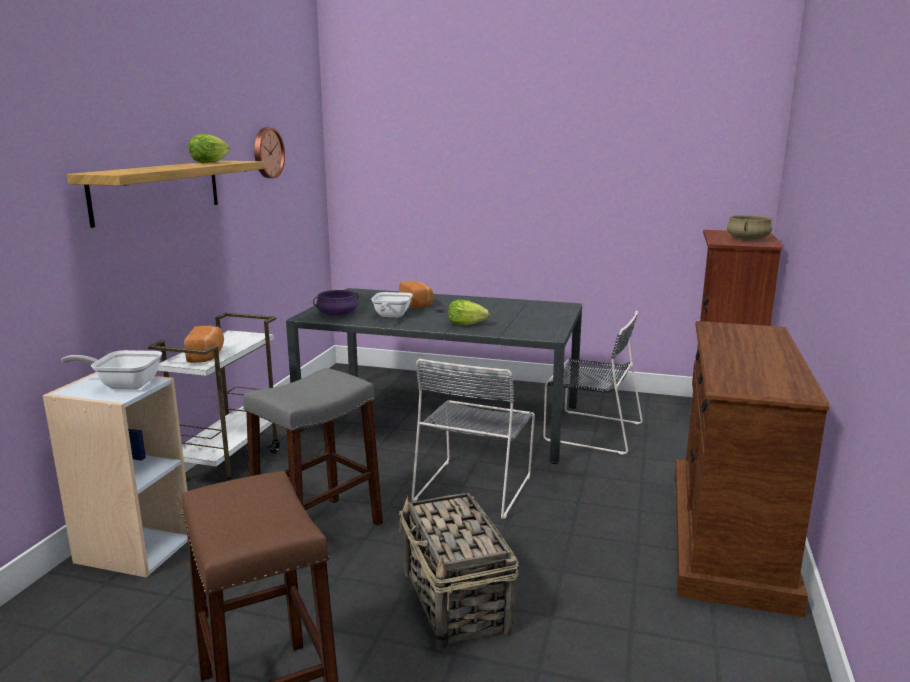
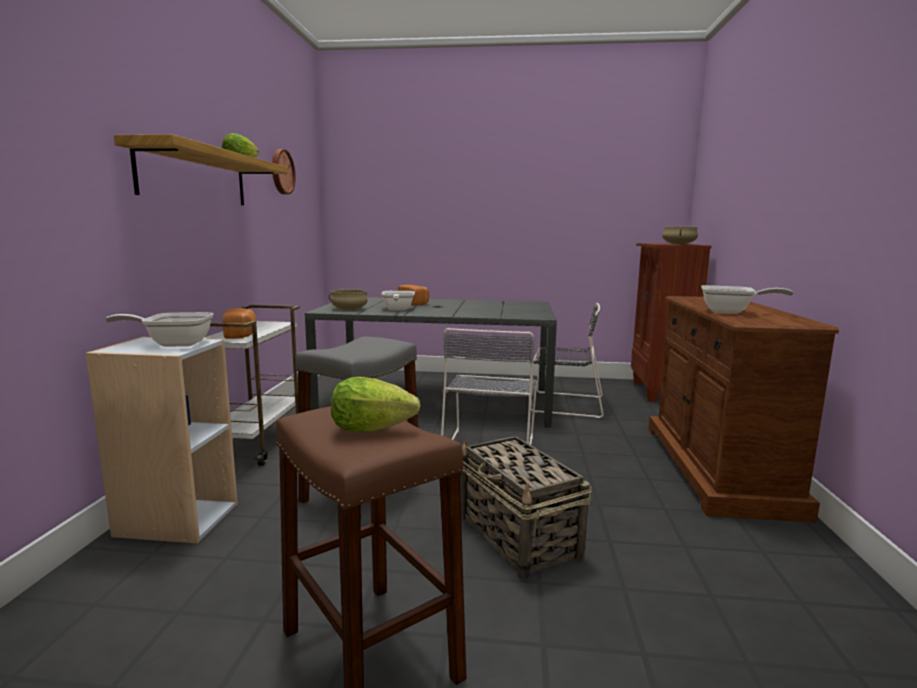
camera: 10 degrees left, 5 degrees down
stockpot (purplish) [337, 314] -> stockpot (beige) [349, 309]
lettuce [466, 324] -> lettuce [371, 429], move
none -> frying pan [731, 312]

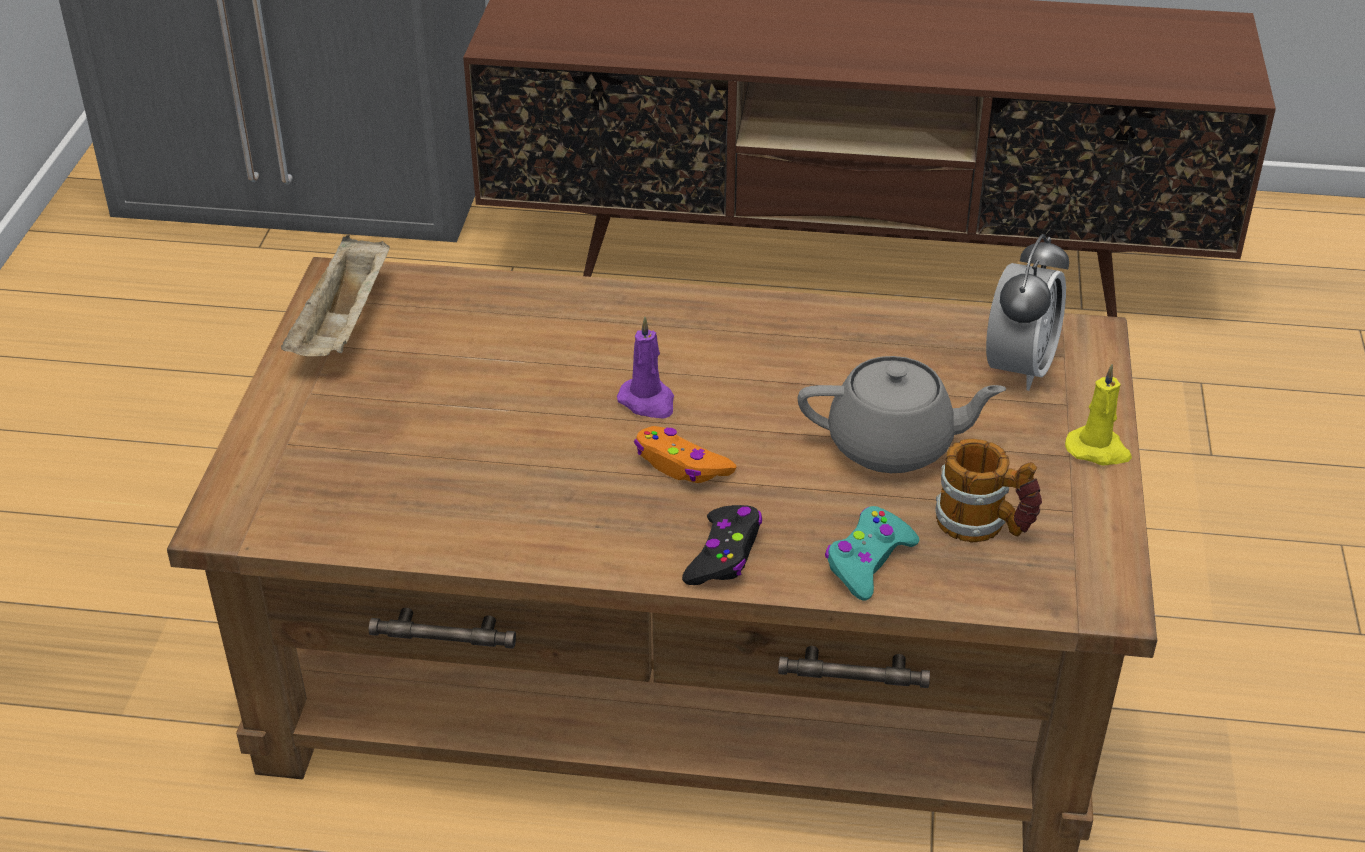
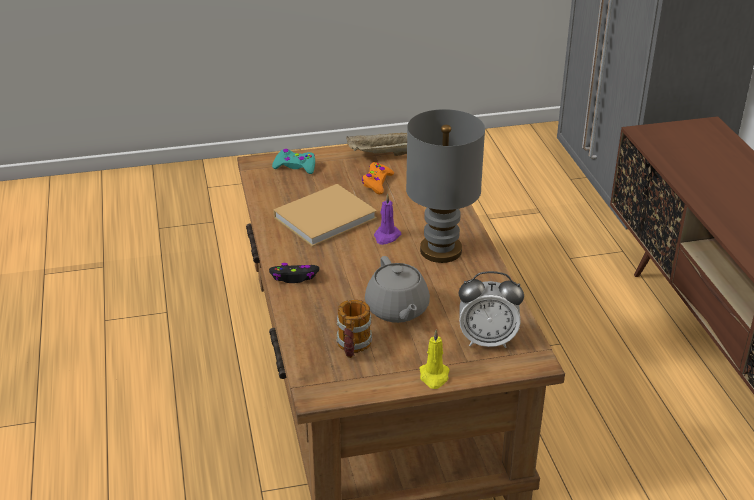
camera: 70 degrees right, 5 degrees down
game controller (orange) [681, 465] -> game controller (orange) [377, 183], move
game controller (turquoise) [868, 561] -> game controller (turquoise) [295, 166], move
none -> volume (beige) [327, 217]
none -> lamp for a table (grey) [441, 251]

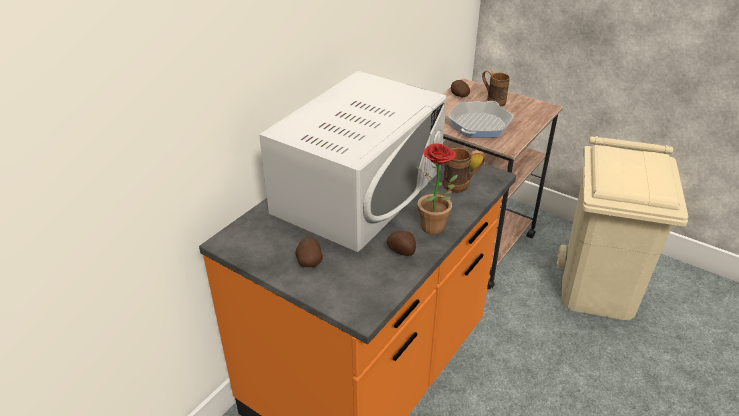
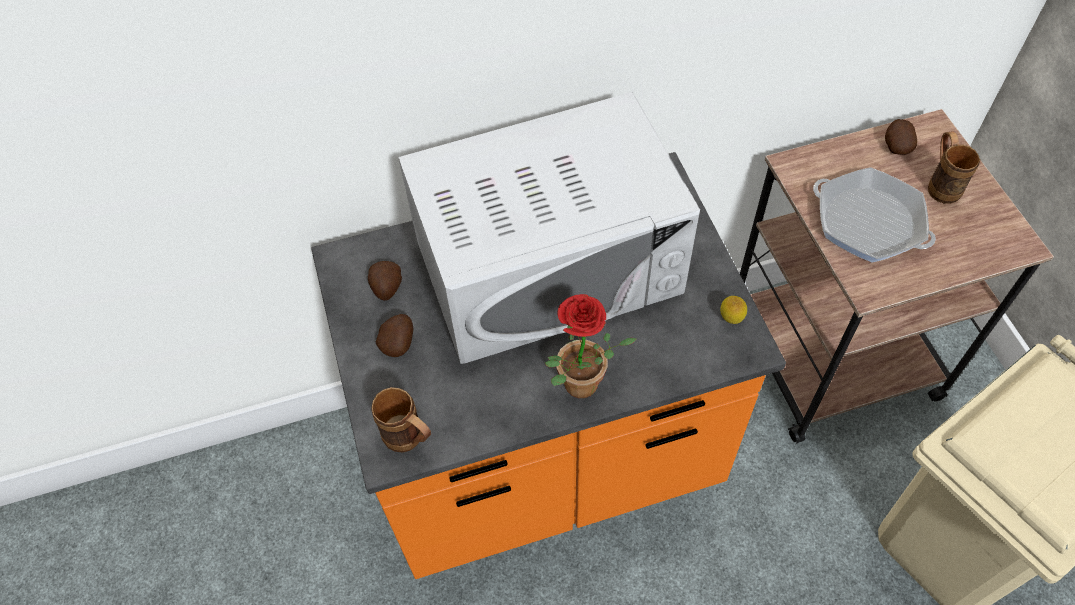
camera: 40 degrees right, 20 degrees up
potato [402, 251] -> potato [386, 288], move
tea mug (brownish) [462, 186] -> tea mug (brownish) [410, 440], move
frying pan [479, 124] -> frying pan [868, 222], 60 degrees clockwise

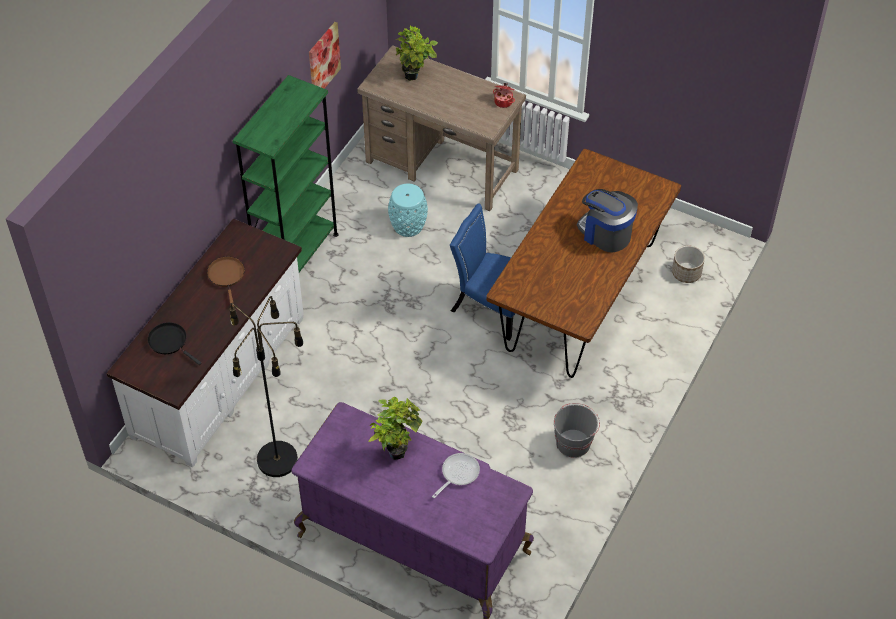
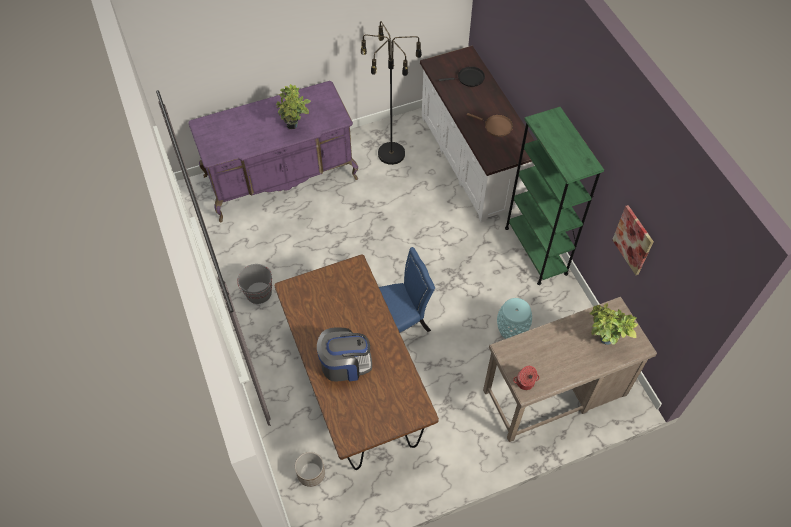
camera: 130 degrees right, 5 degrees up
frying pan [458, 474] -> none

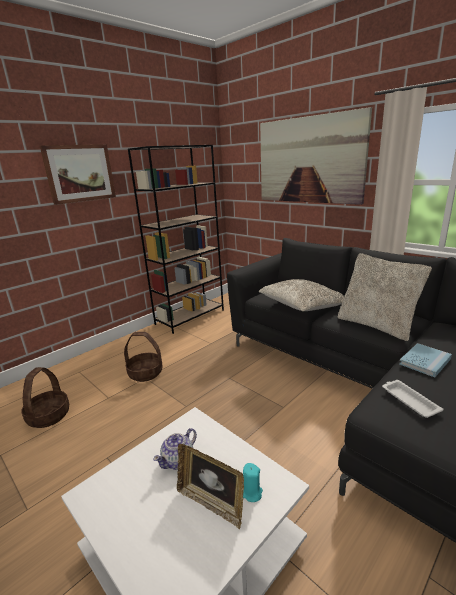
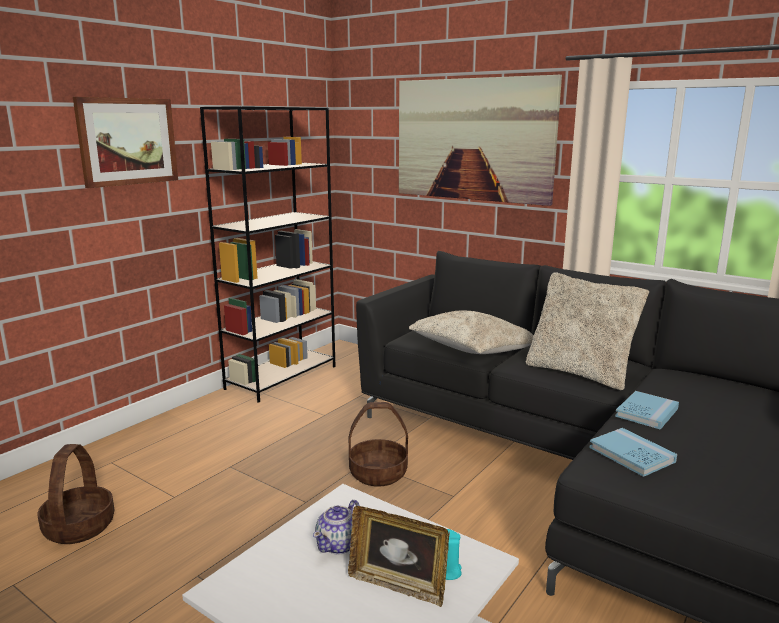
camera: 10 degrees left, 5 degrees down
basket [146, 373] -> basket [378, 473], move
serving tray (white-coloured) [409, 400] -> volume (blue) [631, 454]

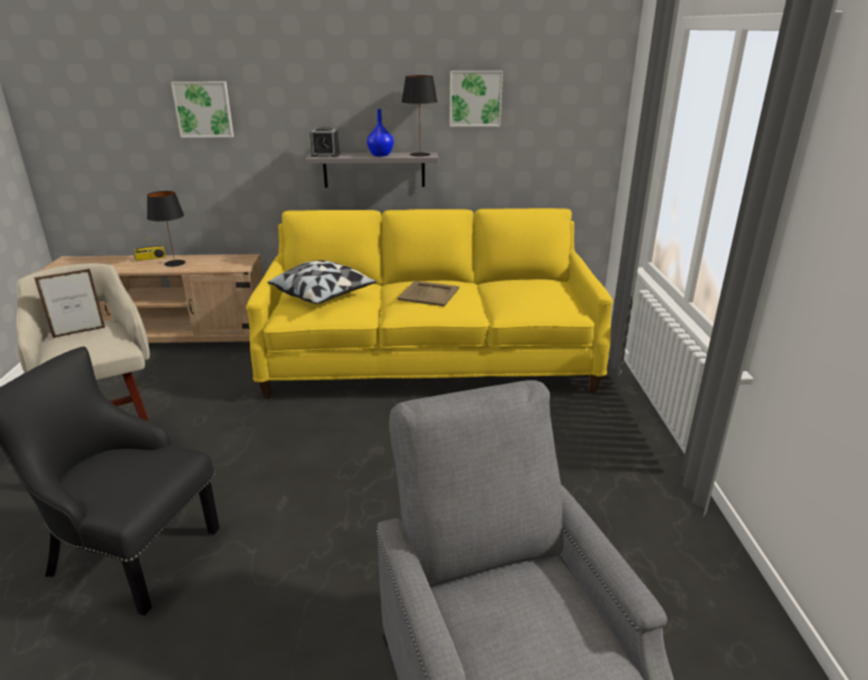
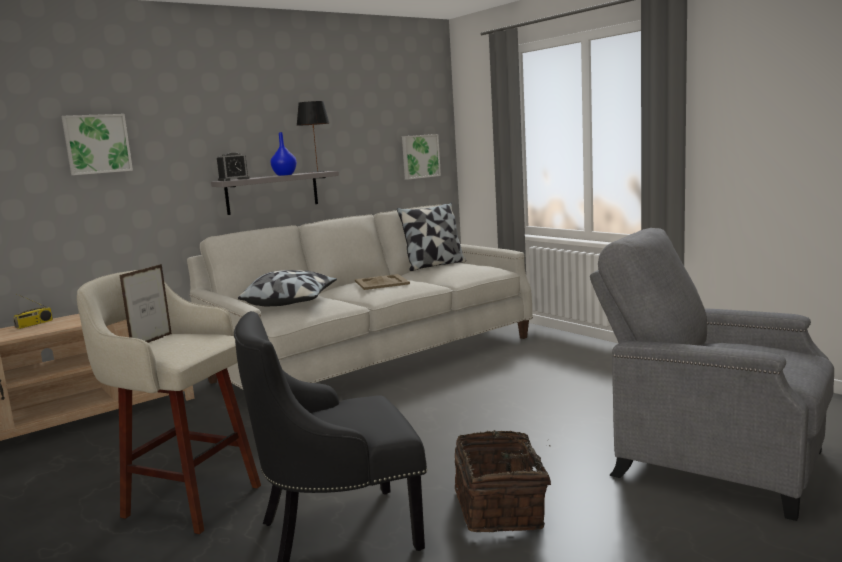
camera: 35 degrees left, 15 degrees down
lamp for a table (blackish) [174, 263] -> none
settee (yellow-coloured) [429, 359] -> settee (white-coloured) [374, 358]
wall picture [475, 98] -> wall picture [420, 156], move
none -> cushion [434, 265]
none -> basket [501, 507]

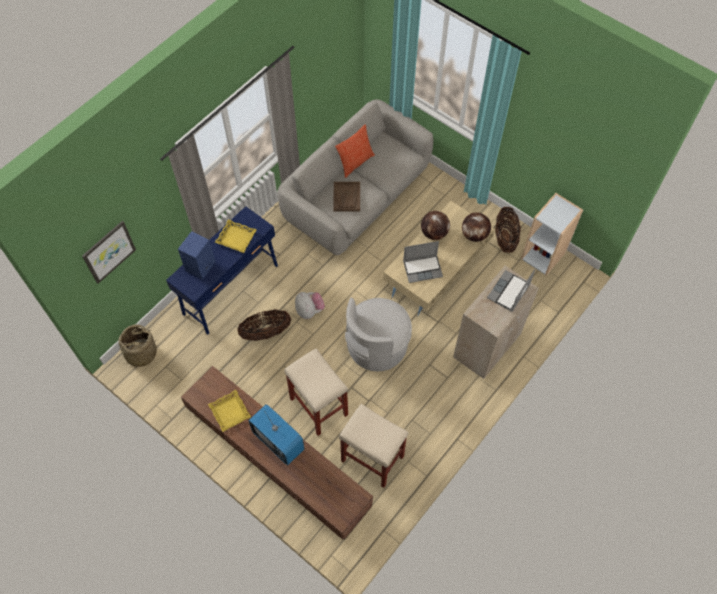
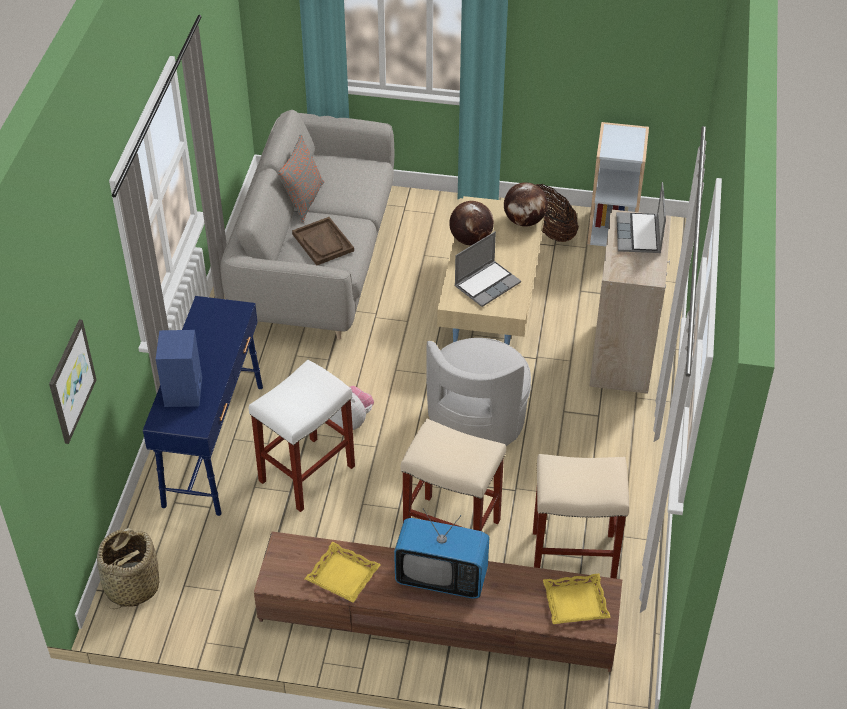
camera: 30 degrees left, 15 degrees down
serving tray (yellow-coloured) [236, 238] -> serving tray (yellow-coloured) [575, 603], move
basket [266, 332] -> stool seat (white-coloured) [306, 475]
cushion (orange) [355, 163] -> cushion (grey) [304, 201]

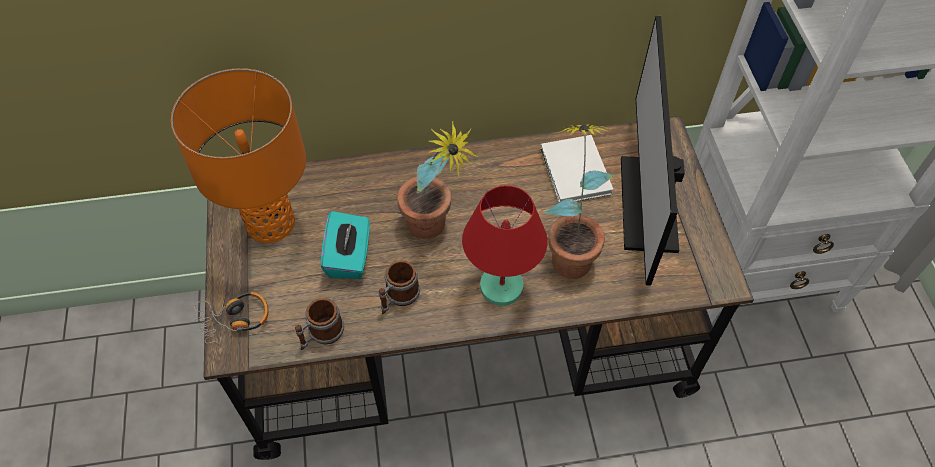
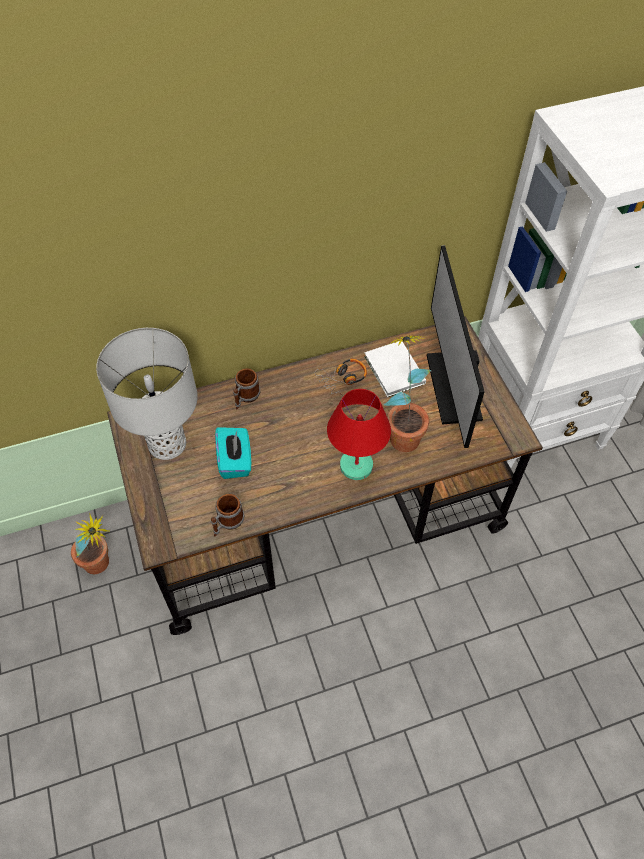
camera: 10 degrees left, 0 degrees up
lamp for a table (orange) [269, 223] -> lamp for a table (white-coloured) [166, 444]
headset [234, 320] -> headset [343, 379], move
tea mug [398, 298] -> tea mug [245, 397], move
houseplant [434, 230] -> houseplant [102, 567], move

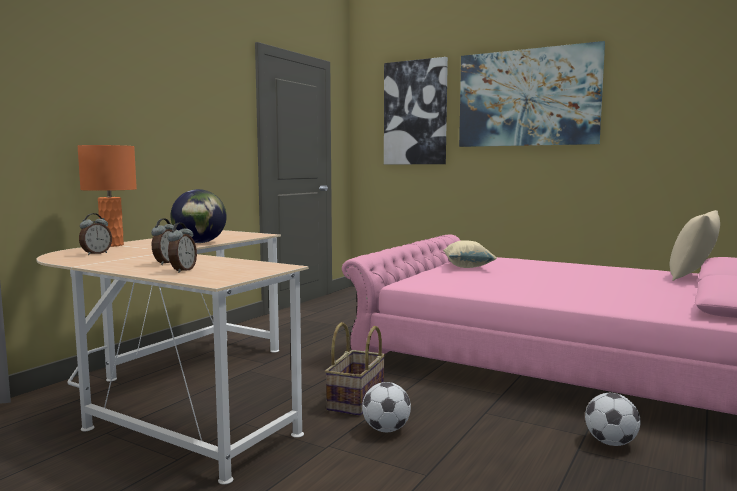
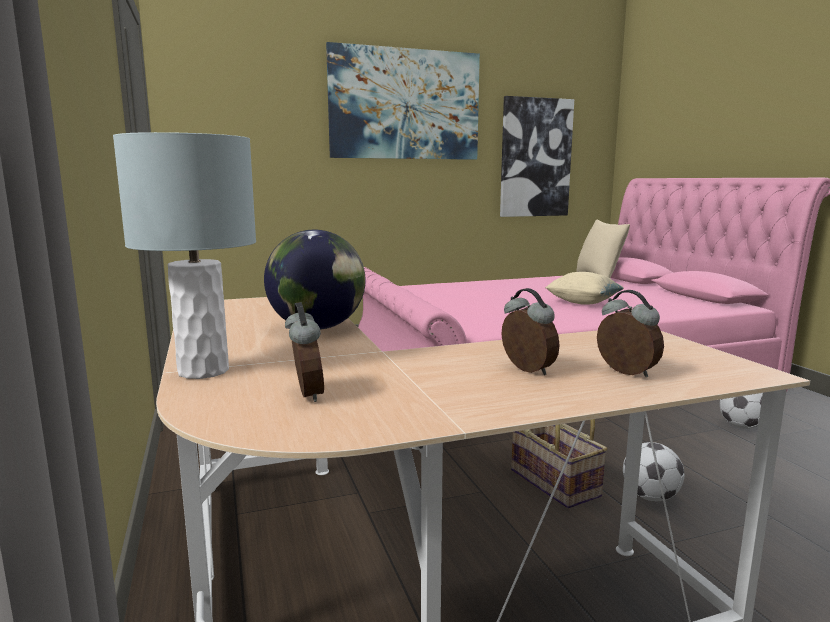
camera: 50 degrees left, 5 degrees up
lamp for a table (orange) [111, 245] -> lamp for a table (grey) [203, 371]
wall picture [415, 113] -> wall picture [535, 158], move
cushion (beige) [467, 267] -> cushion (beige) [583, 303], move

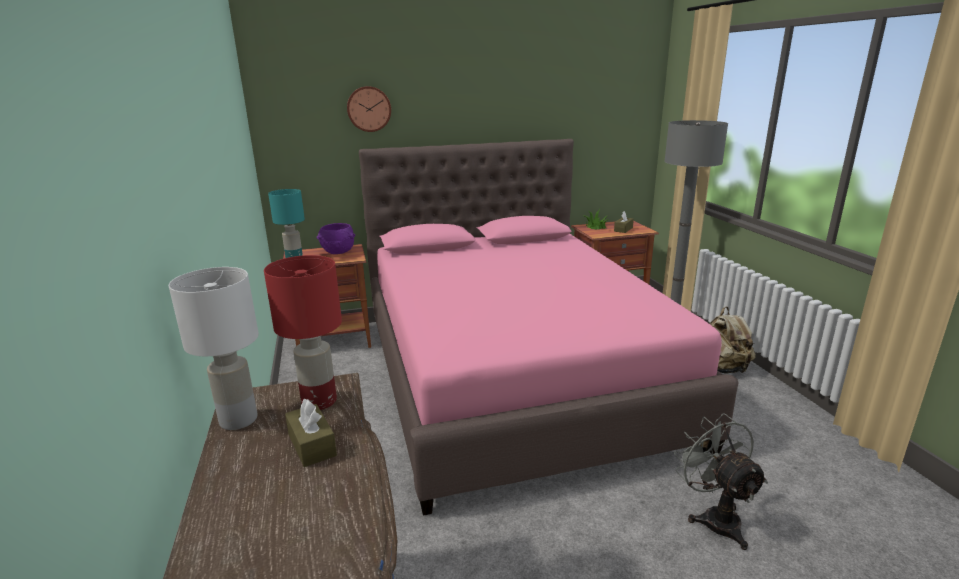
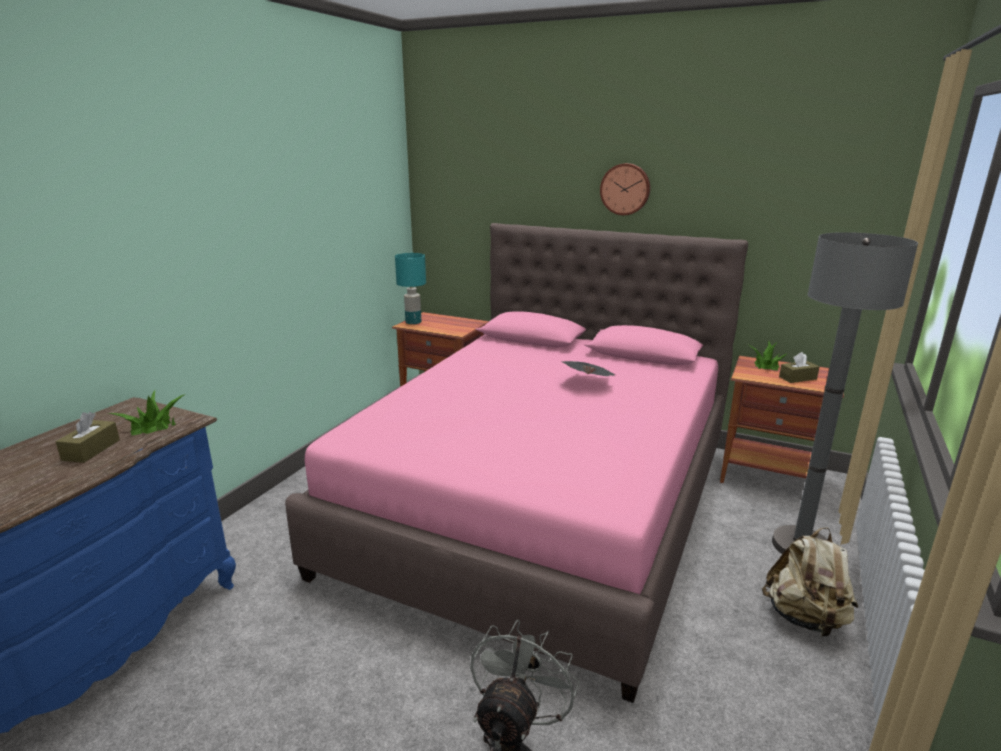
camera: 40 degrees right, 0 degrees up
lamp for a table (white-coloured) [239, 420] -> none
lamp for a table (red) [320, 401] -> houseplant [152, 425]
deep dish (purplish) [338, 252] -> none
clock on the wall [369, 109] -> clock on the wall [625, 189], move
none -> newspaper [588, 383]

